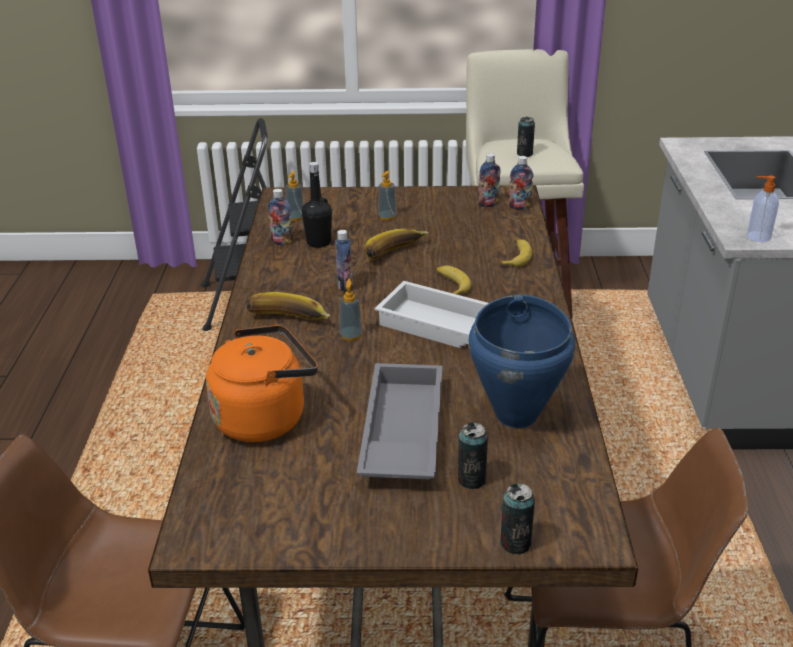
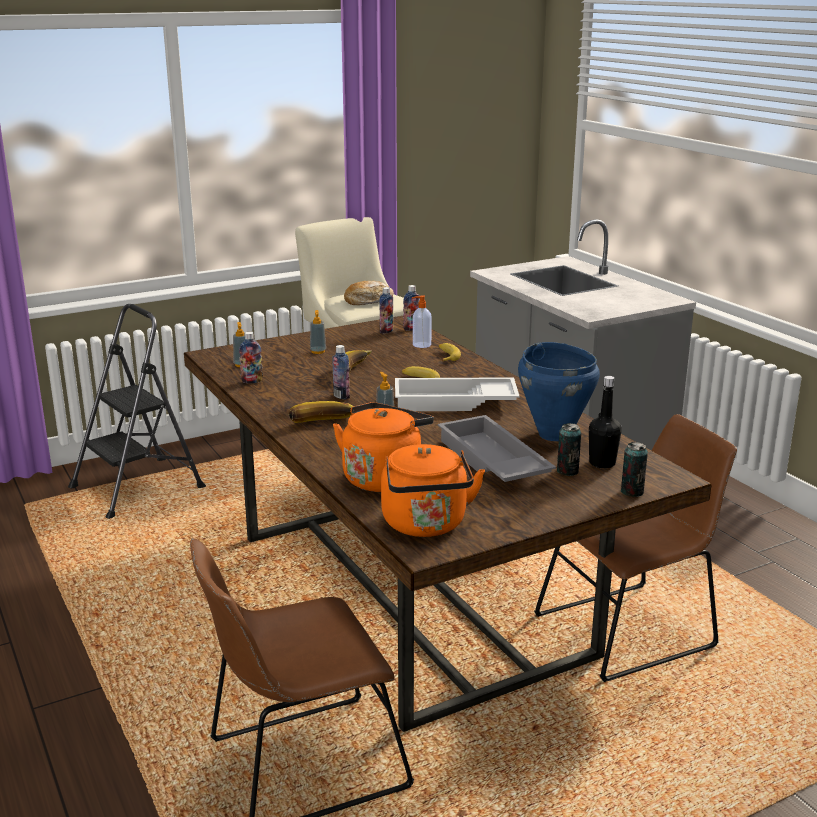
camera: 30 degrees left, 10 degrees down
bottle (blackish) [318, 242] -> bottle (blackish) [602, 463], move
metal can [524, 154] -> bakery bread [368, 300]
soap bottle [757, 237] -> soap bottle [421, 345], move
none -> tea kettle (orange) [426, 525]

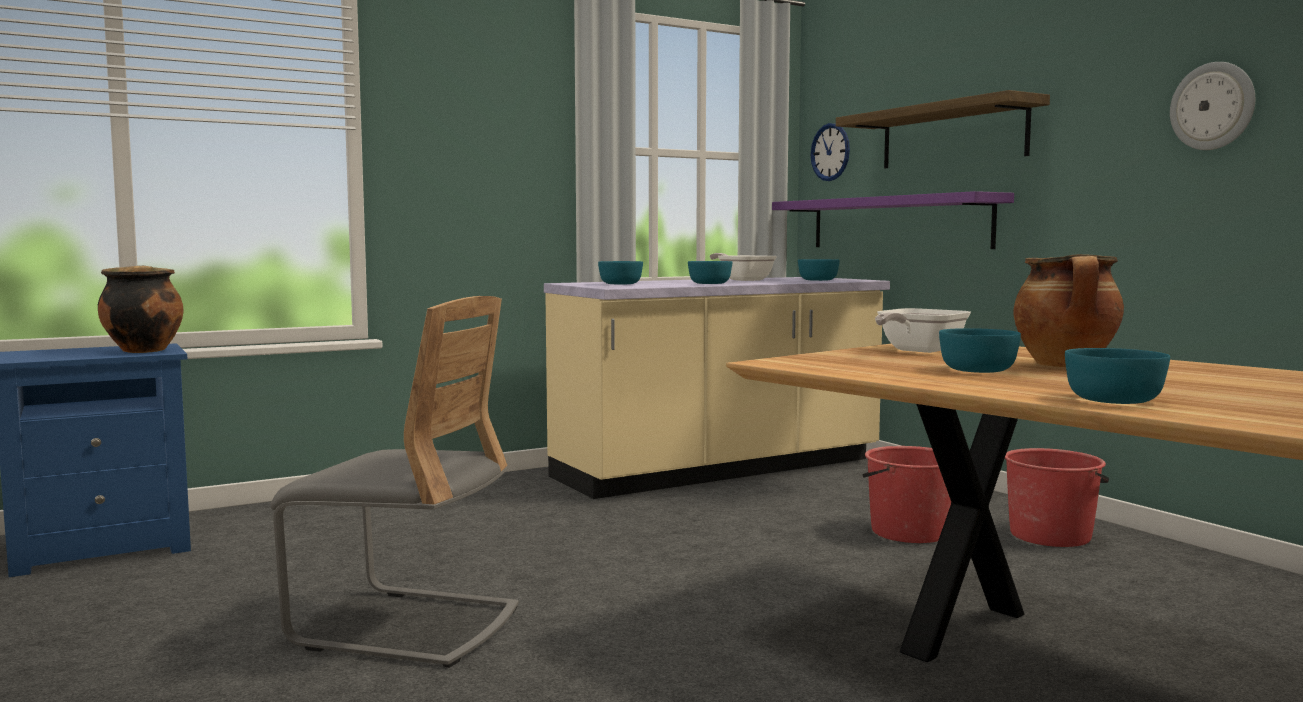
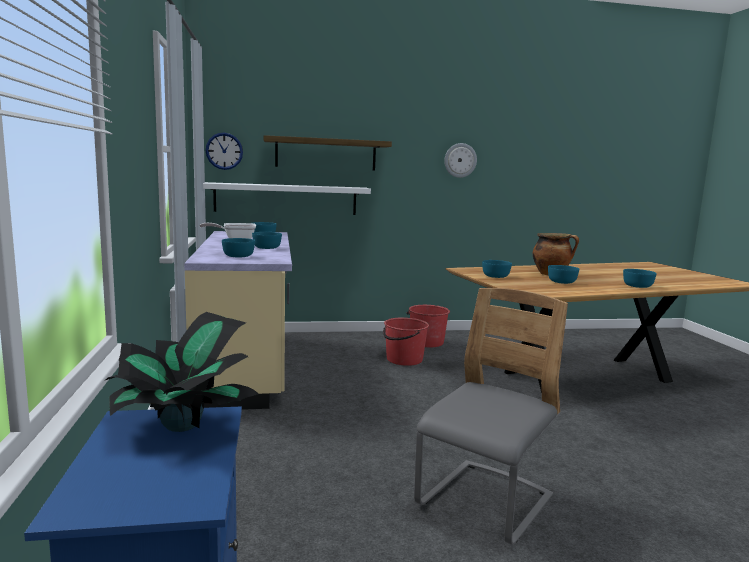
camera: 70 degrees left, 5 degrees up
stockpot [143, 350] -> houseplant [182, 426]
wall shelf (purplish) [897, 223] -> wall shelf (white-coloured) [286, 199]
frying pan [917, 351] -> deep dish (turquoise) [496, 276]

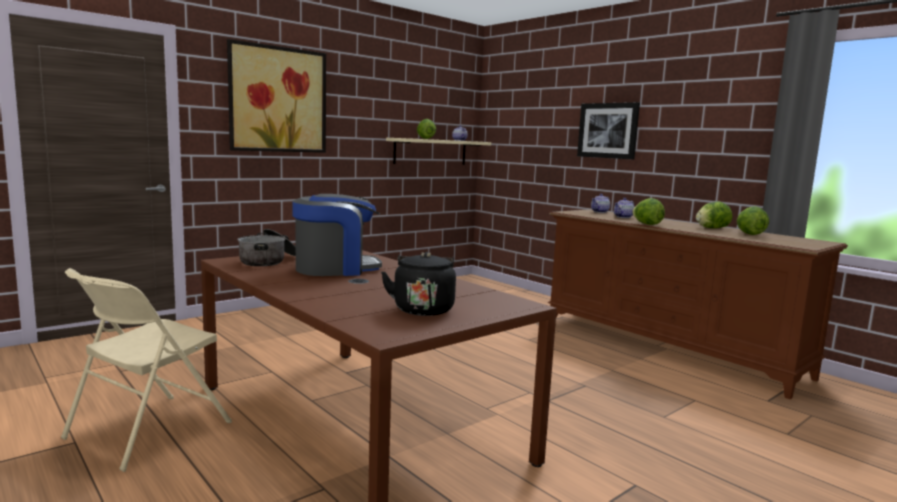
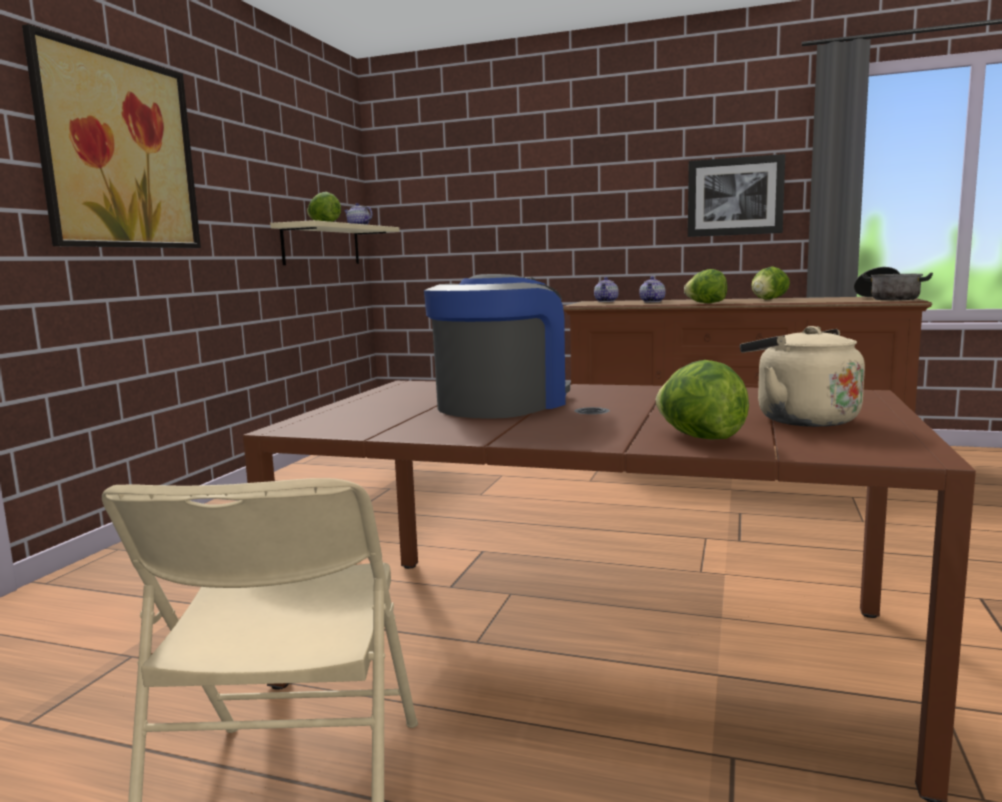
camera: 30 degrees left, 0 degrees up
stockpot [269, 260] -> stockpot [888, 298], move
tea kettle (blackish) [423, 309] -> tea kettle (beige) [800, 419]
wall picture [608, 130] -> wall picture [735, 196], move
lettuce [749, 234] -> lettuce [700, 437], move

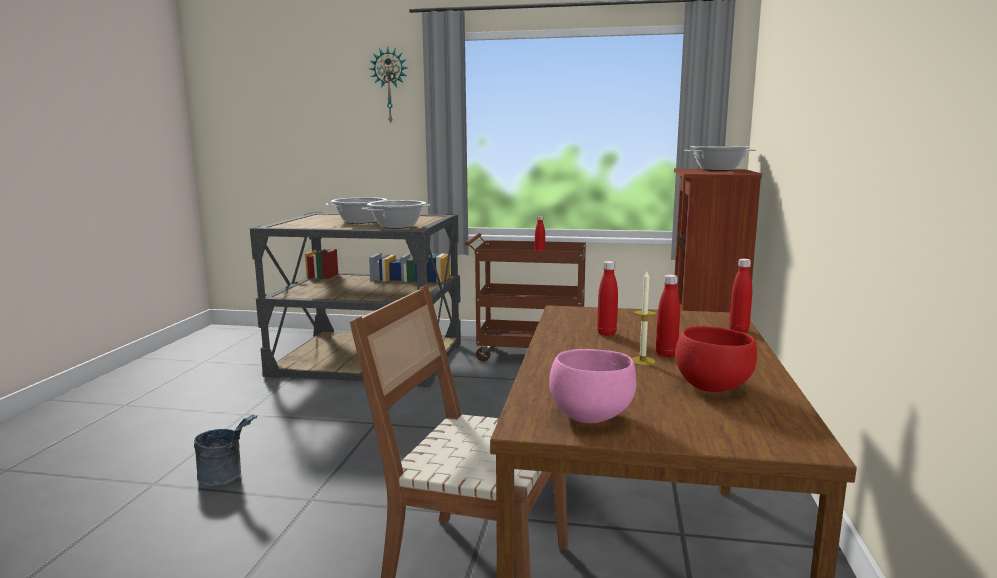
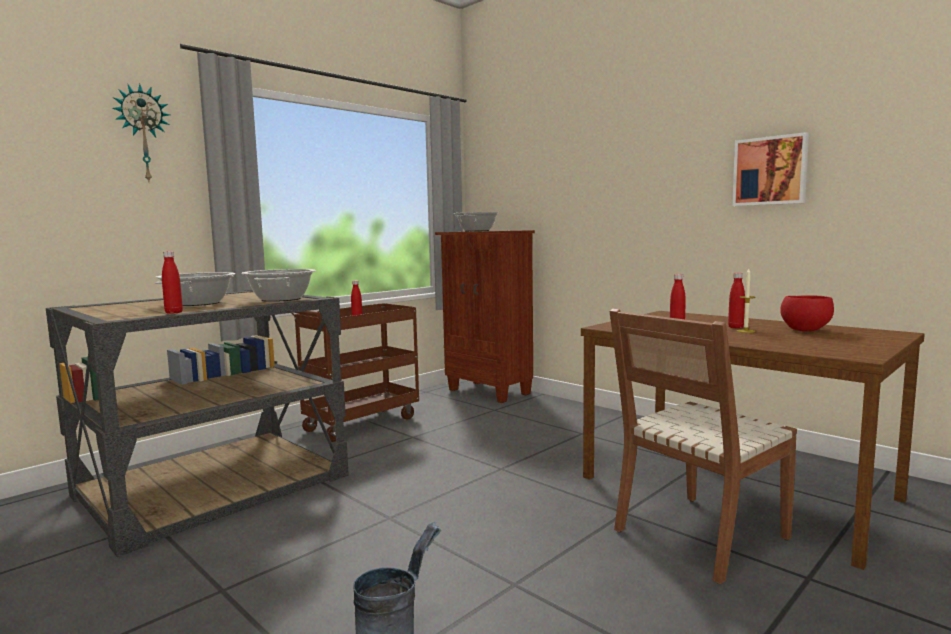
camera: 55 degrees left, 5 degrees down
deep dish (pinkish) [590, 416] -> none
bottle (red) [738, 330] -> bottle (red) [174, 312], move
none -> wall picture [770, 171]

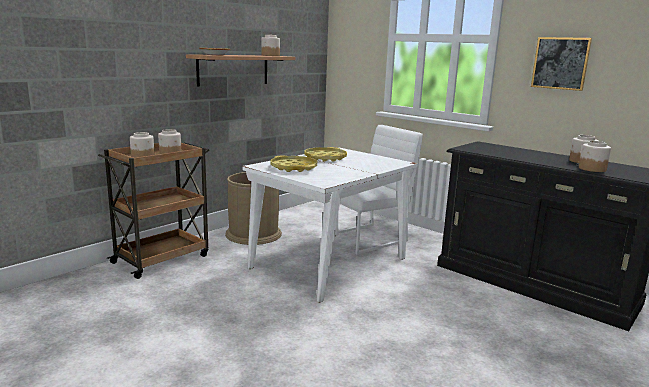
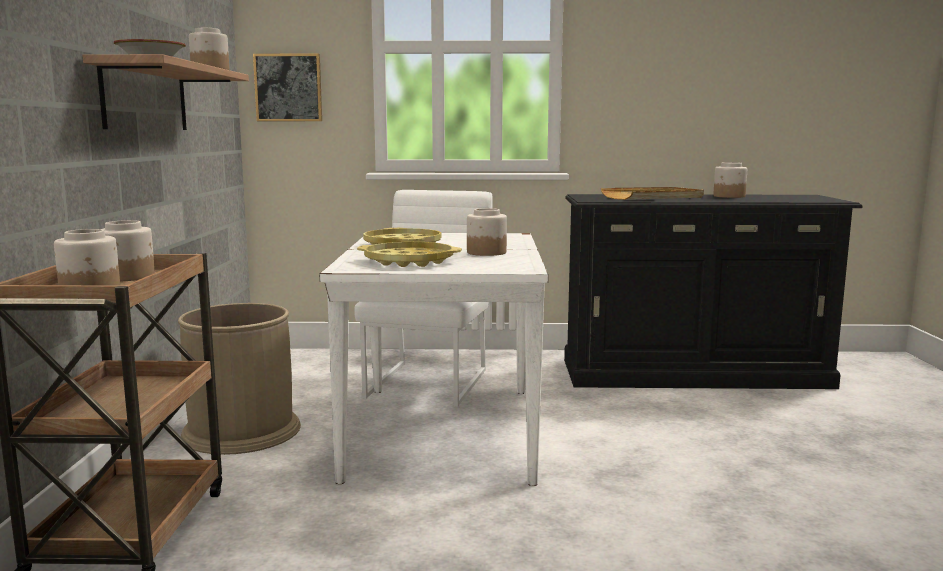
camera: 40 degrees left, 5 degrees down
wall picture [560, 63] -> wall picture [288, 87], move
storage jar [592, 169] -> storage jar [486, 252], move
none -> serving tray (beige) [653, 197]

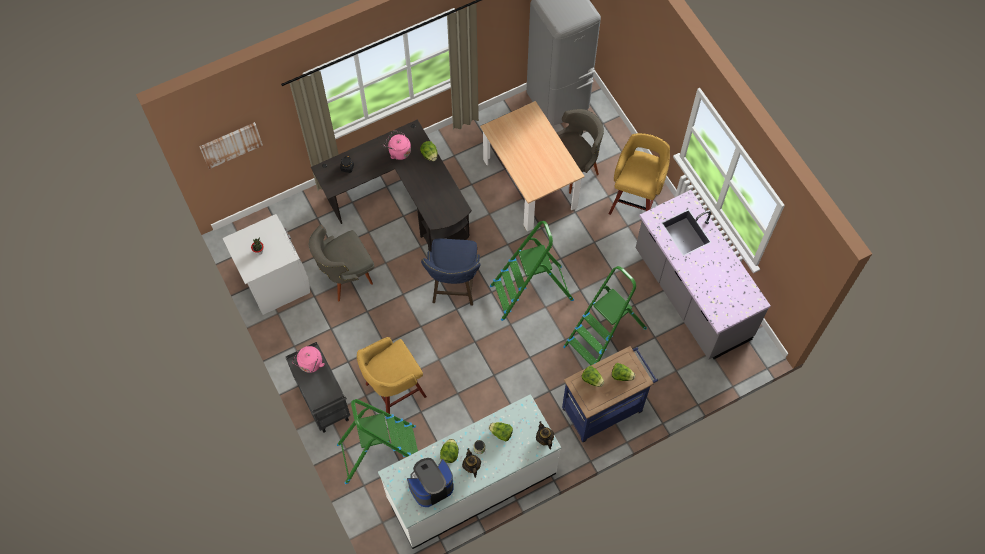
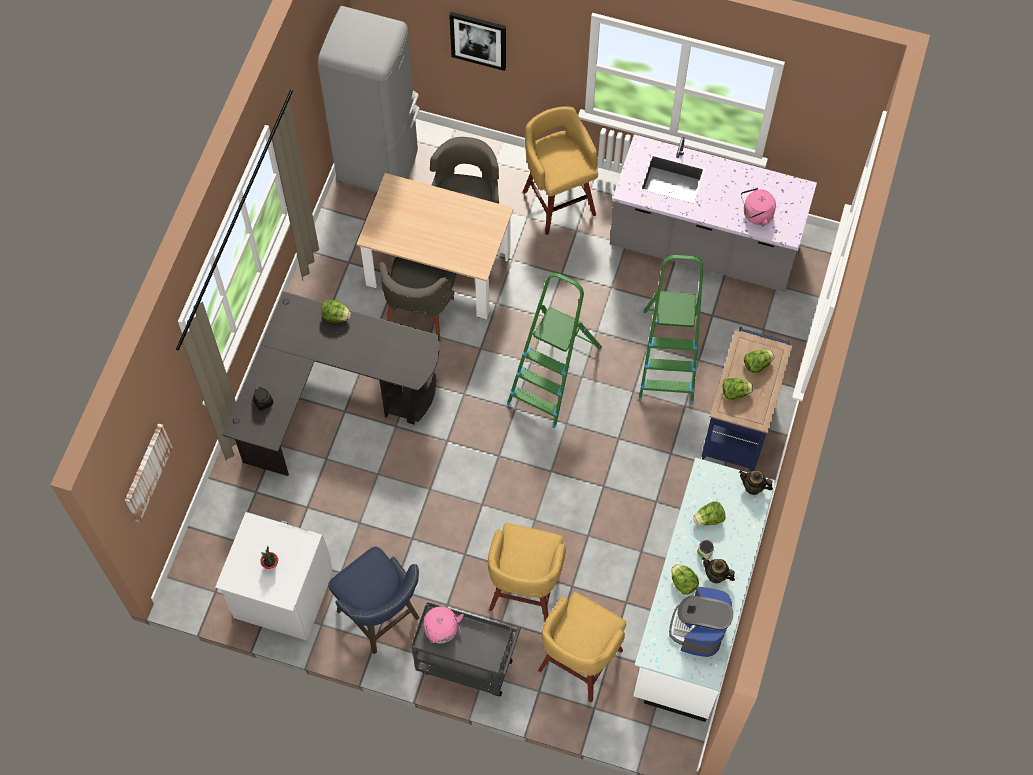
camera: 45 degrees left, 0 degrees up
chair (grey) [346, 276] -> chair (grey) [420, 313], move
stepladder (greenish) [381, 454] -> stool seat (yellow-coloured) [578, 662]
tea kettle (pinkish) [398, 151] -> tea kettle (pinkish) [756, 214], move
stool seat (blue) [454, 288] -> stool seat (blue) [380, 617], move
none -> wall picture [478, 40]

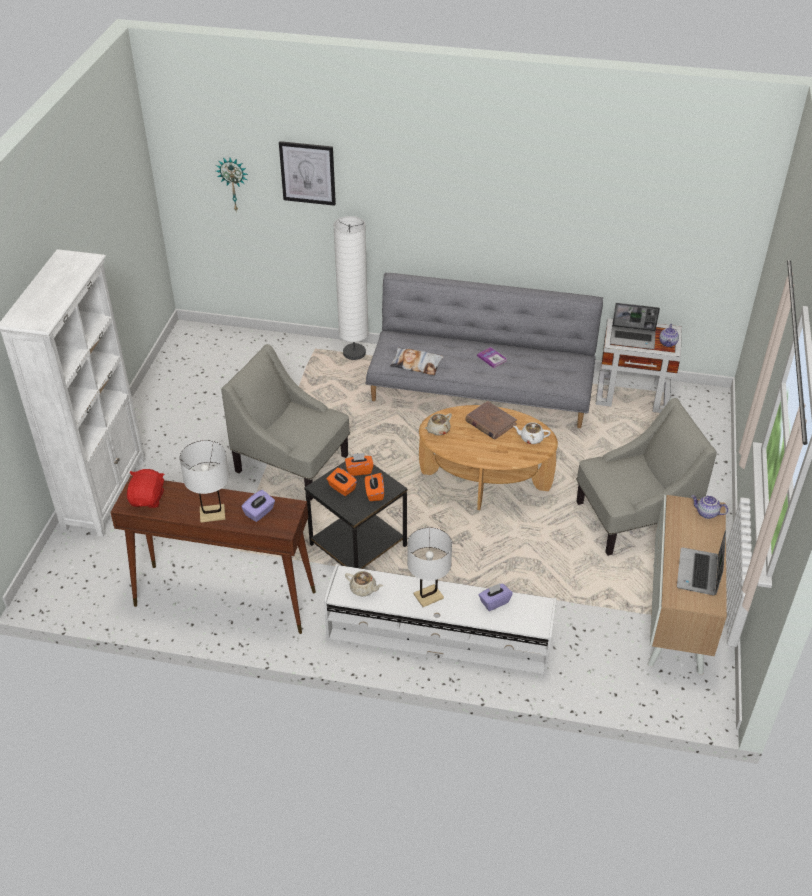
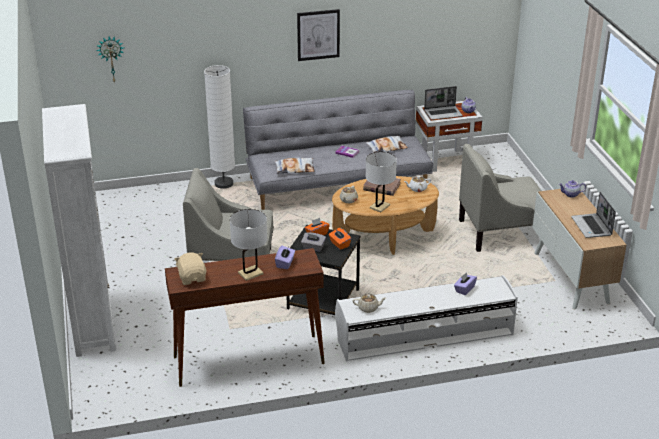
camera: 25 degrees left, 10 degrees down
plush toy (red) [148, 499] -> plush toy (beige) [192, 278]
wall picture [308, 173] -> wall picture [318, 35], move
tissue holder (orange) [342, 488] -> tissue holder (grey) [313, 247]
lamp for a table (white-coloured) [428, 596] -> lamp for a table (white-coloured) [379, 206], move
armchair (grey) [633, 519] -> armchair (grey) [501, 231], 150 degrees counterclockwise
none -> cushion [386, 147]

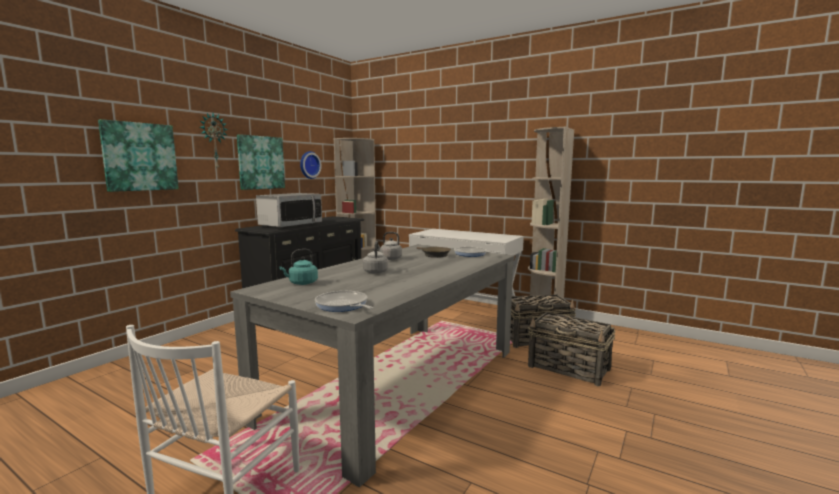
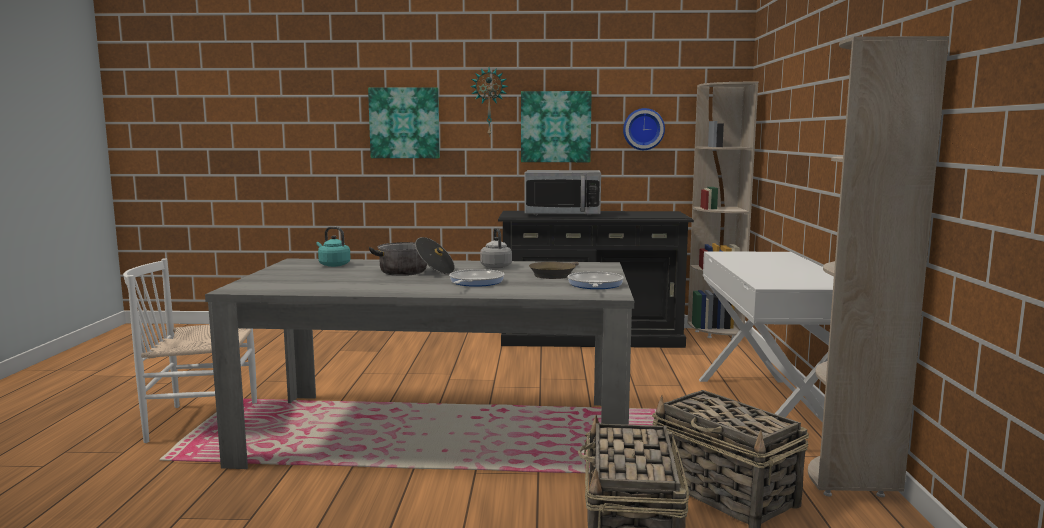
camera: 60 degrees right, 0 degrees up
frying pan [343, 305] -> frying pan [475, 282], move
tea kettle (grey) [376, 271] -> stockpot [415, 272]

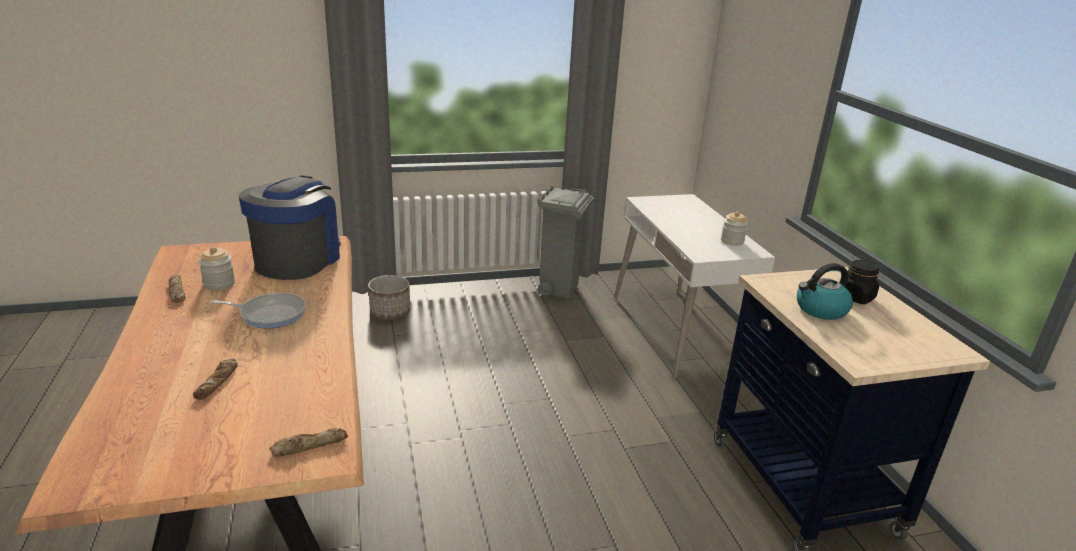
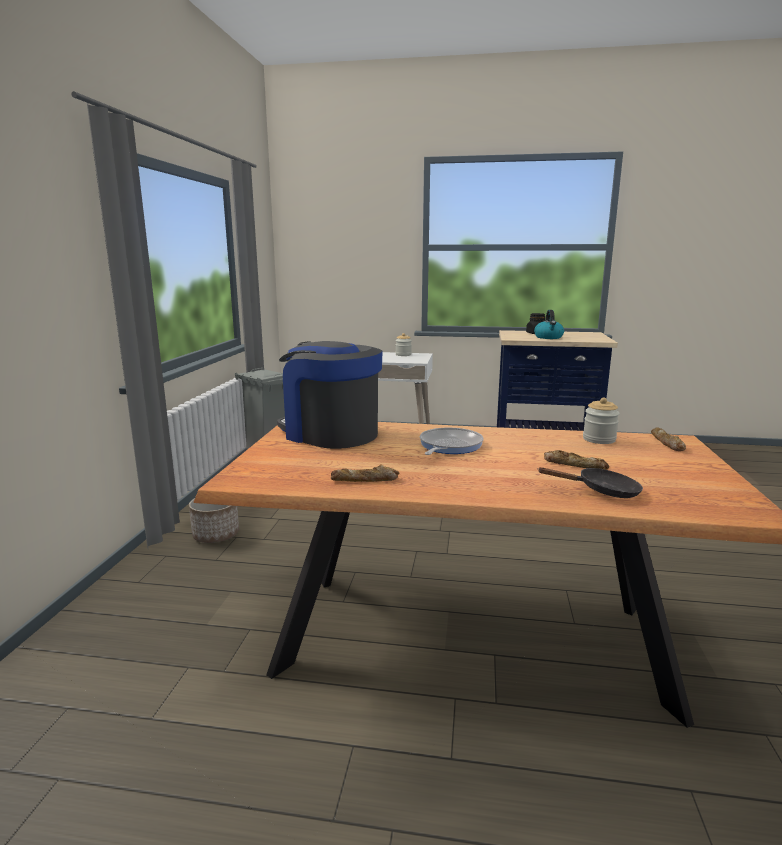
camera: 65 degrees left, 10 degrees down
storage jar [219, 284] -> storage jar [599, 439], move
none -> frying pan (blackish) [602, 491]

